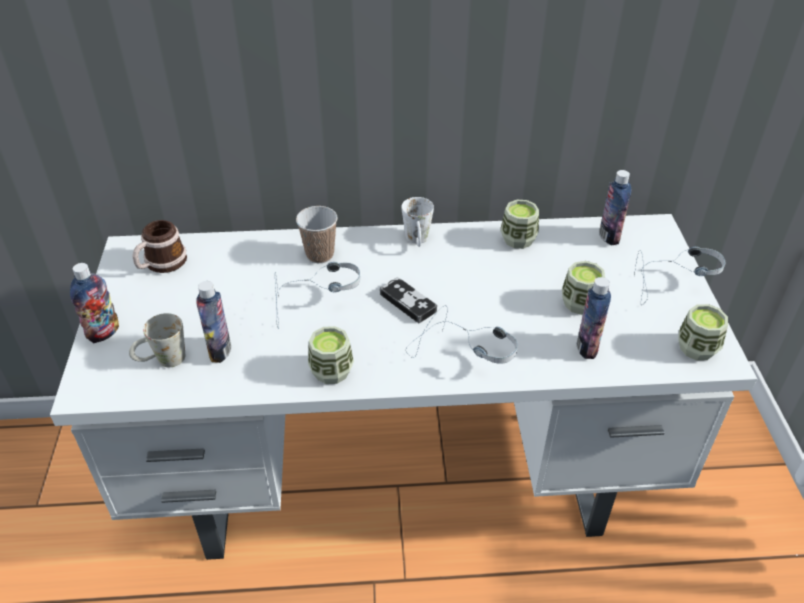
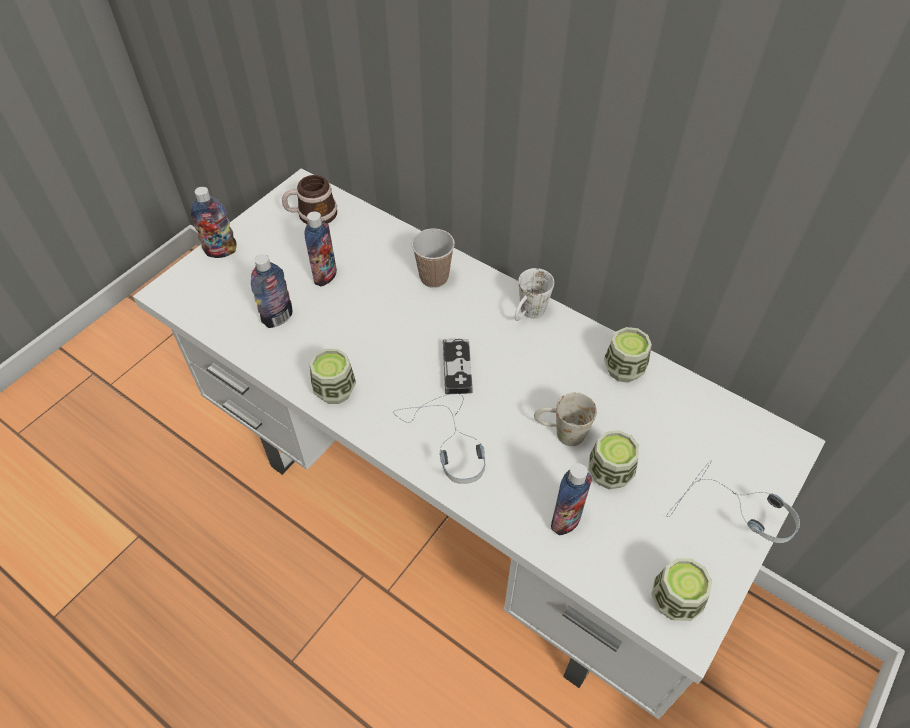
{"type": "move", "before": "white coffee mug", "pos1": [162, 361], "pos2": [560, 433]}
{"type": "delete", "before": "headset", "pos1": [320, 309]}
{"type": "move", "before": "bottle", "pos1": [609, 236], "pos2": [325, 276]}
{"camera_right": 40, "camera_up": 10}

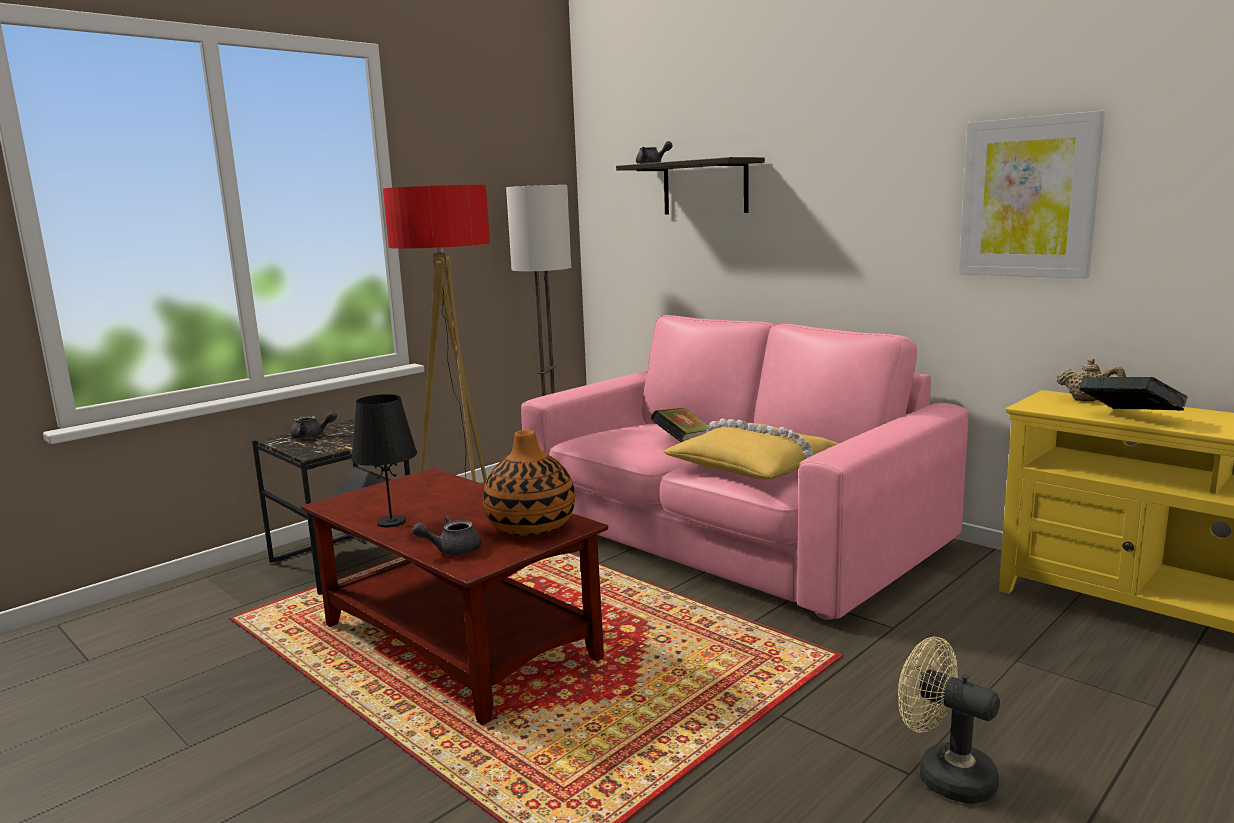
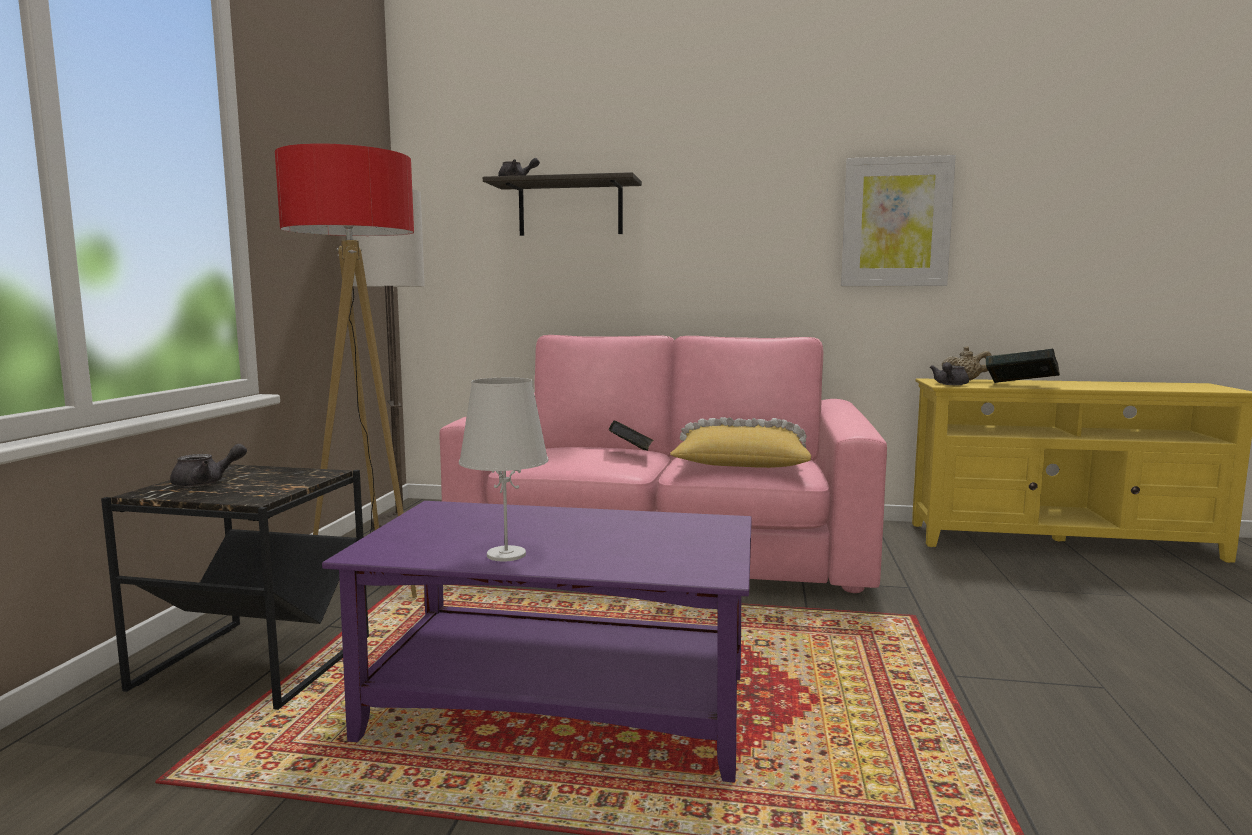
{"type": "recolor", "before": "brown-coloured lounge table", "after": "purplish lounge table", "pos1": [460, 643], "pos2": [563, 707]}
{"type": "recolor", "before": "blackish table lamp", "after": "white table lamp", "pos1": [391, 522], "pos2": [505, 555]}
{"type": "move", "before": "greyish teapot", "pos1": [452, 550], "pos2": [949, 384]}
{"type": "delete", "before": "decorative vase", "pos1": [531, 526]}
{"type": "delete", "before": "beige-coloured cooling fan", "pos1": [944, 775]}
{"camera_right": -35, "camera_up": -5}

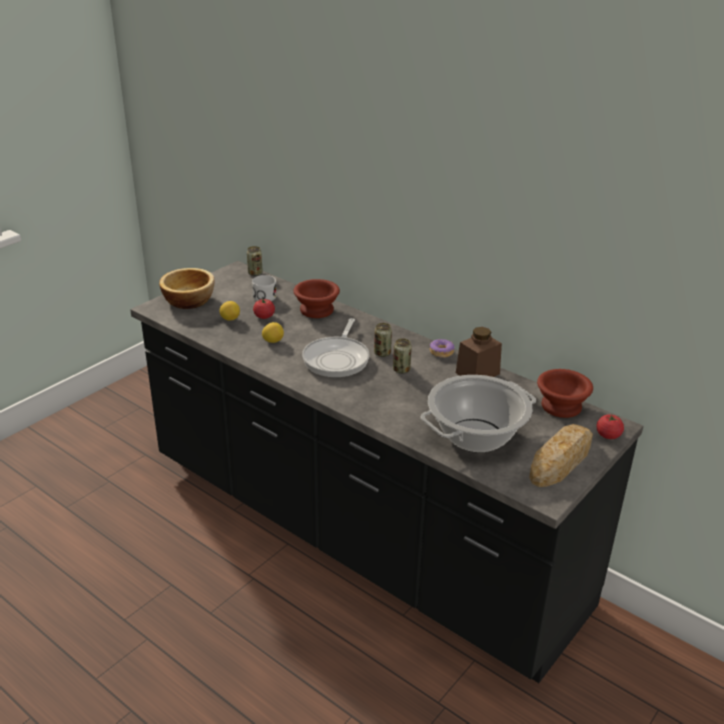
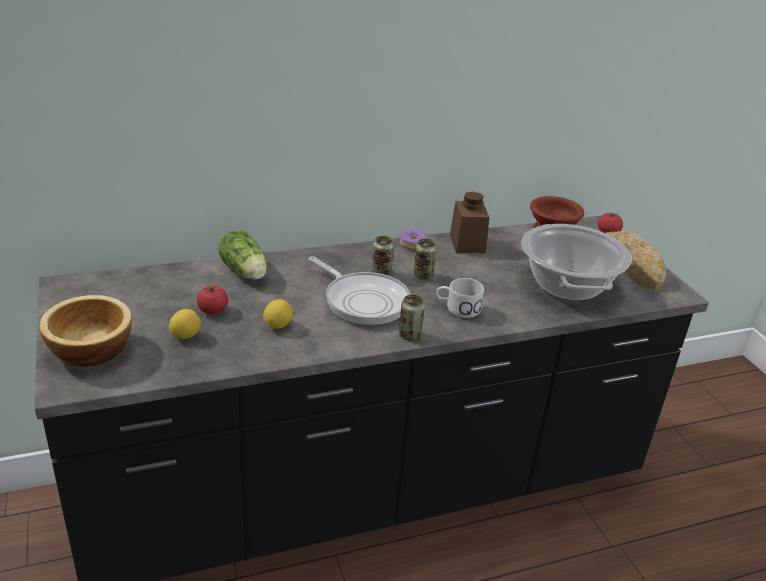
{"type": "move", "before": "sealed can", "pos1": [255, 273], "pos2": [409, 335]}
{"type": "move", "before": "white coffee mug", "pos1": [263, 295], "pos2": [457, 308]}
{"type": "replace", "before": "brown-coloured serving bowl", "after": "lettuce", "pos1": [318, 310], "pos2": [245, 272]}
{"camera_right": -60, "camera_up": 0}

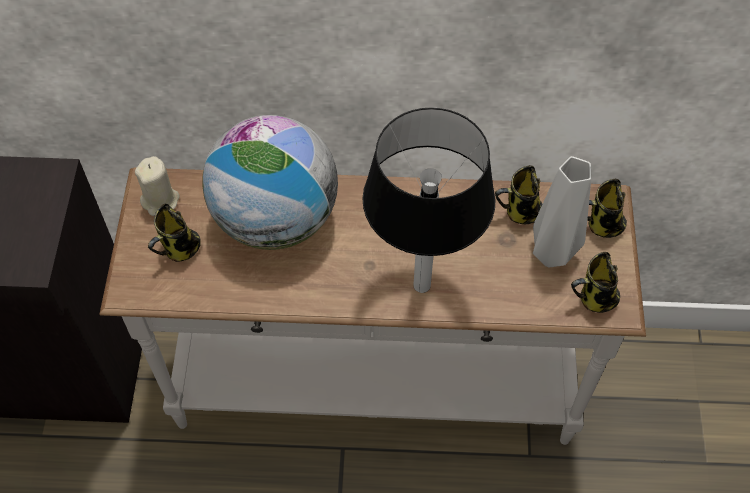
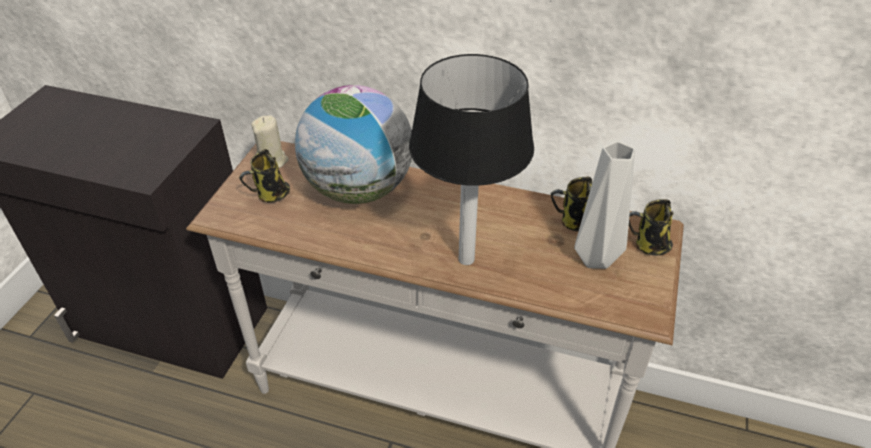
{"type": "delete", "before": "coffee mug", "pos1": [594, 298]}
{"camera_right": 15, "camera_up": -15}

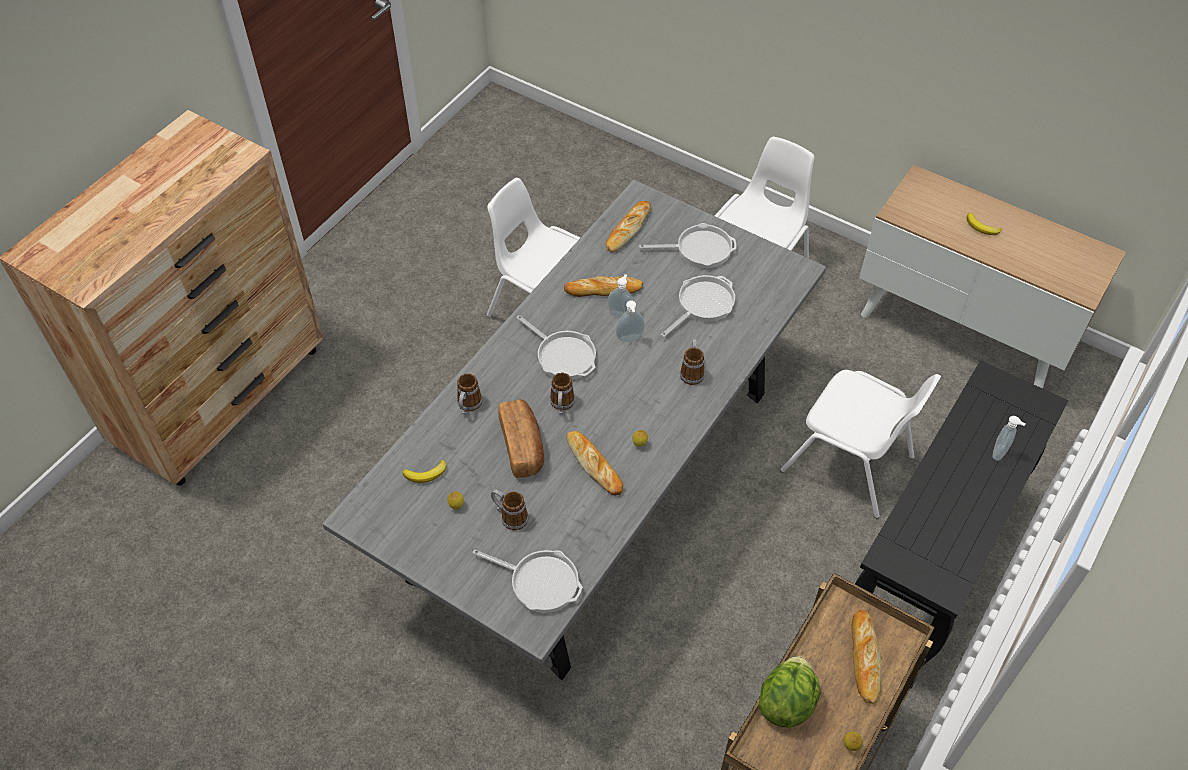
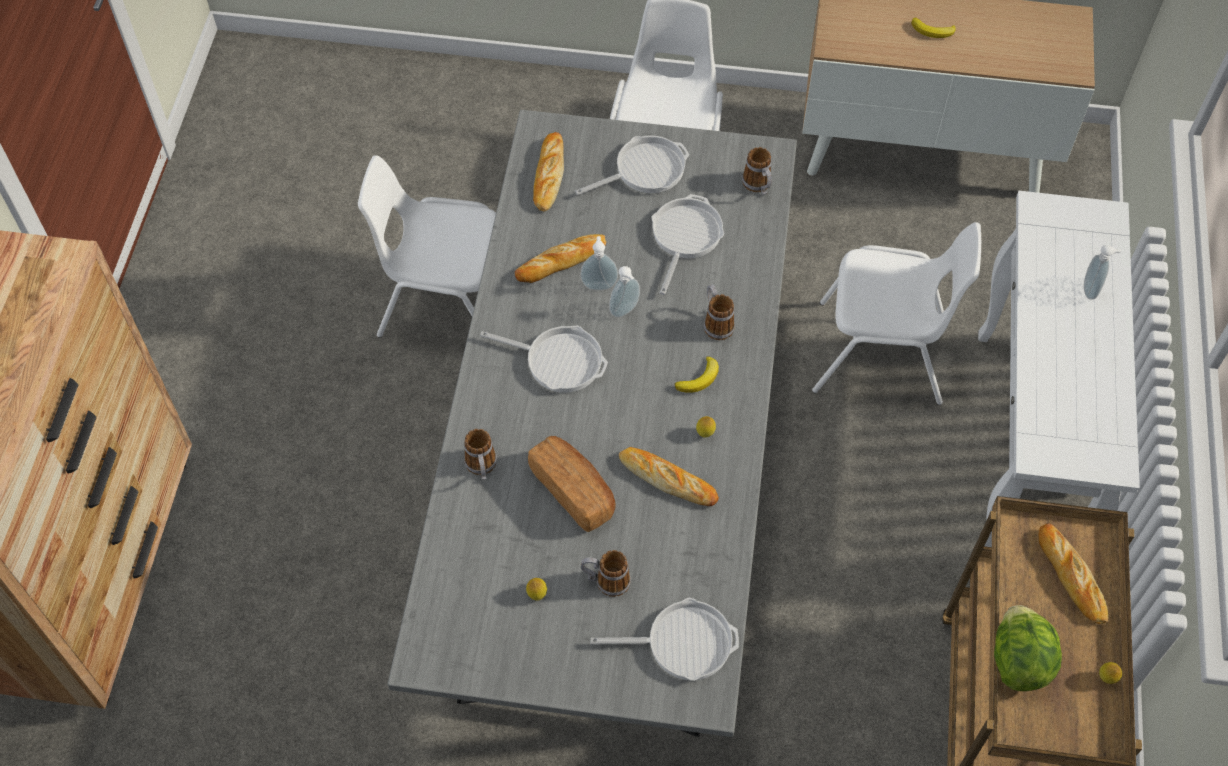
{"type": "move", "before": "whole banana", "pos1": [426, 474], "pos2": [699, 378]}
{"type": "move", "before": "coffee mug", "pos1": [562, 405], "pos2": [758, 186]}
{"type": "recolor", "before": "blackish console table", "after": "white console table", "pos1": [923, 579], "pos2": [1021, 453]}
{"camera_right": -25, "camera_up": 5}

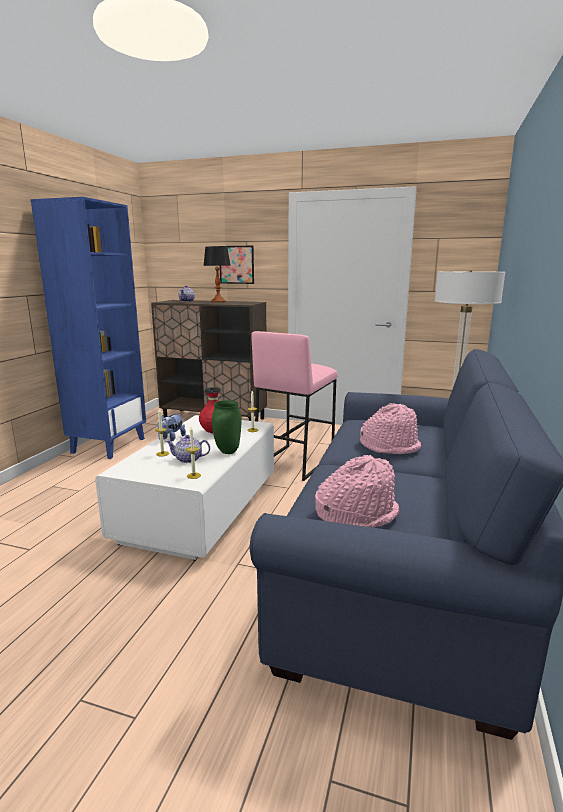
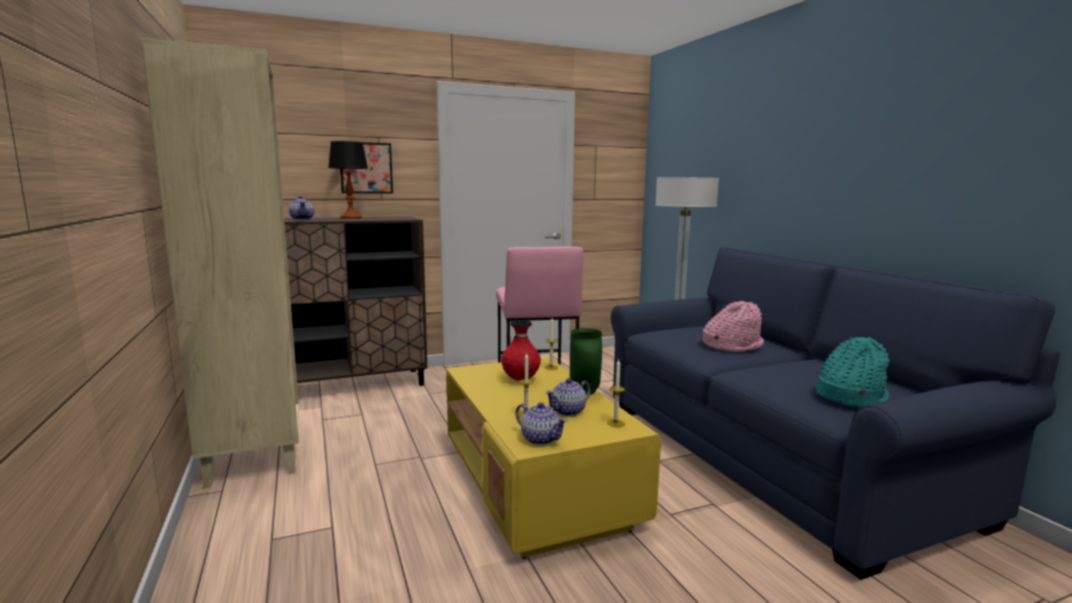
{"type": "recolor", "before": "bluish shelving unit", "after": "beige-coloured shelving unit", "pos1": [108, 445], "pos2": [253, 458]}
{"type": "recolor", "before": "white lounge table", "after": "yellow lounge table", "pos1": [200, 509], "pos2": [536, 483]}
{"type": "delete", "before": "soft toy", "pos1": [171, 438]}
{"type": "recolor", "before": "pink-coloured hat", "after": "turquoise hat", "pos1": [356, 514], "pos2": [849, 396]}
{"type": "insert", "after": "teapot", "pos2": [540, 439]}
{"camera_right": -40, "camera_up": -5}

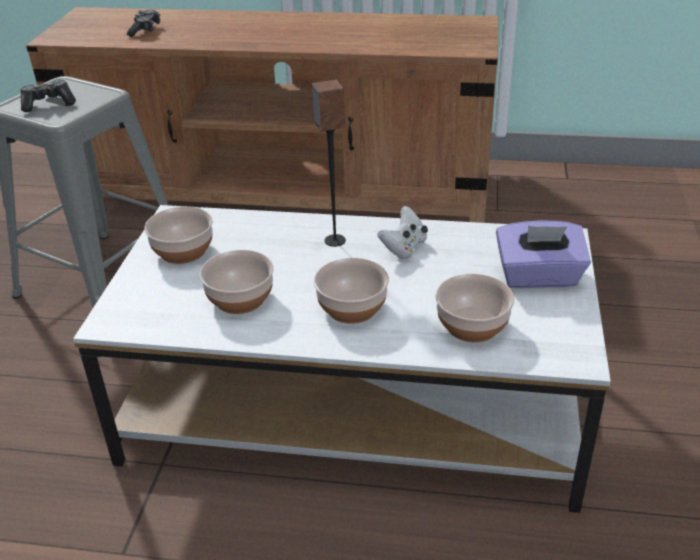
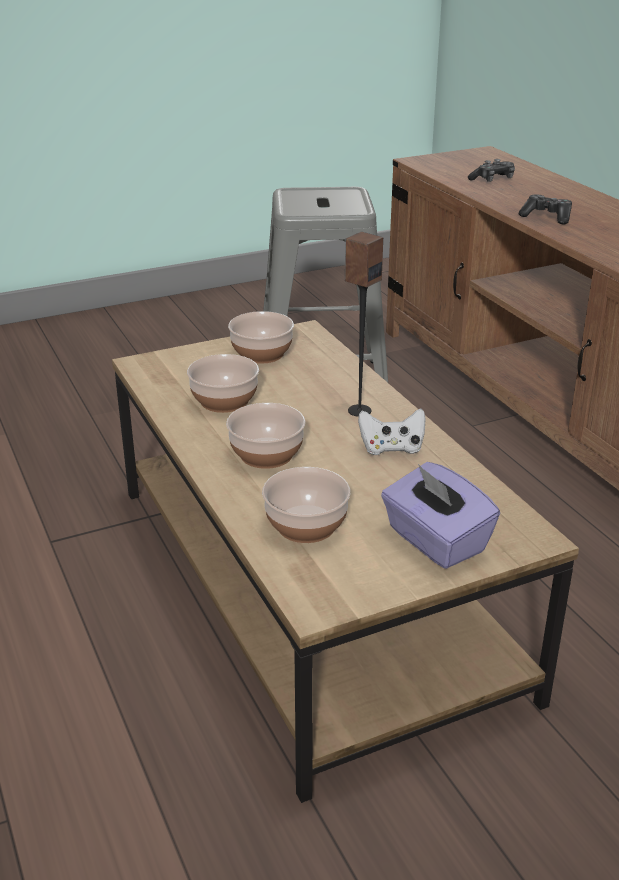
{"type": "move", "before": "gamepad", "pos1": [48, 103], "pos2": [546, 217]}
{"type": "recolor", "before": "white lounge table", "after": "brown-coloured lounge table", "pos1": [354, 403], "pos2": [311, 585]}
{"camera_right": 55, "camera_up": -5}

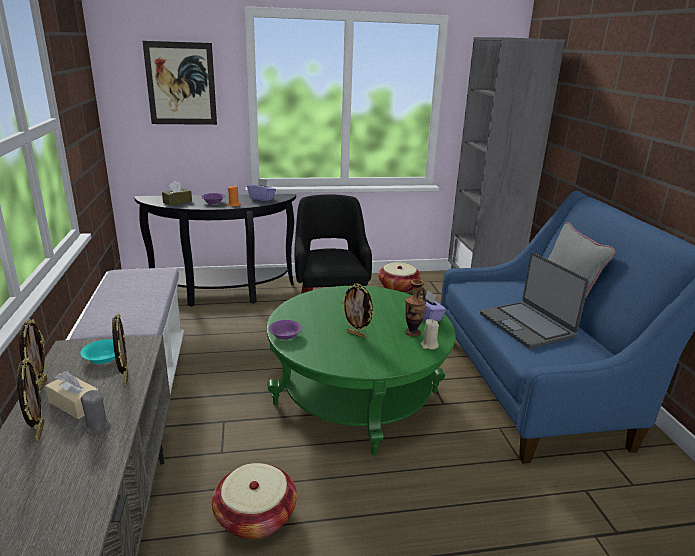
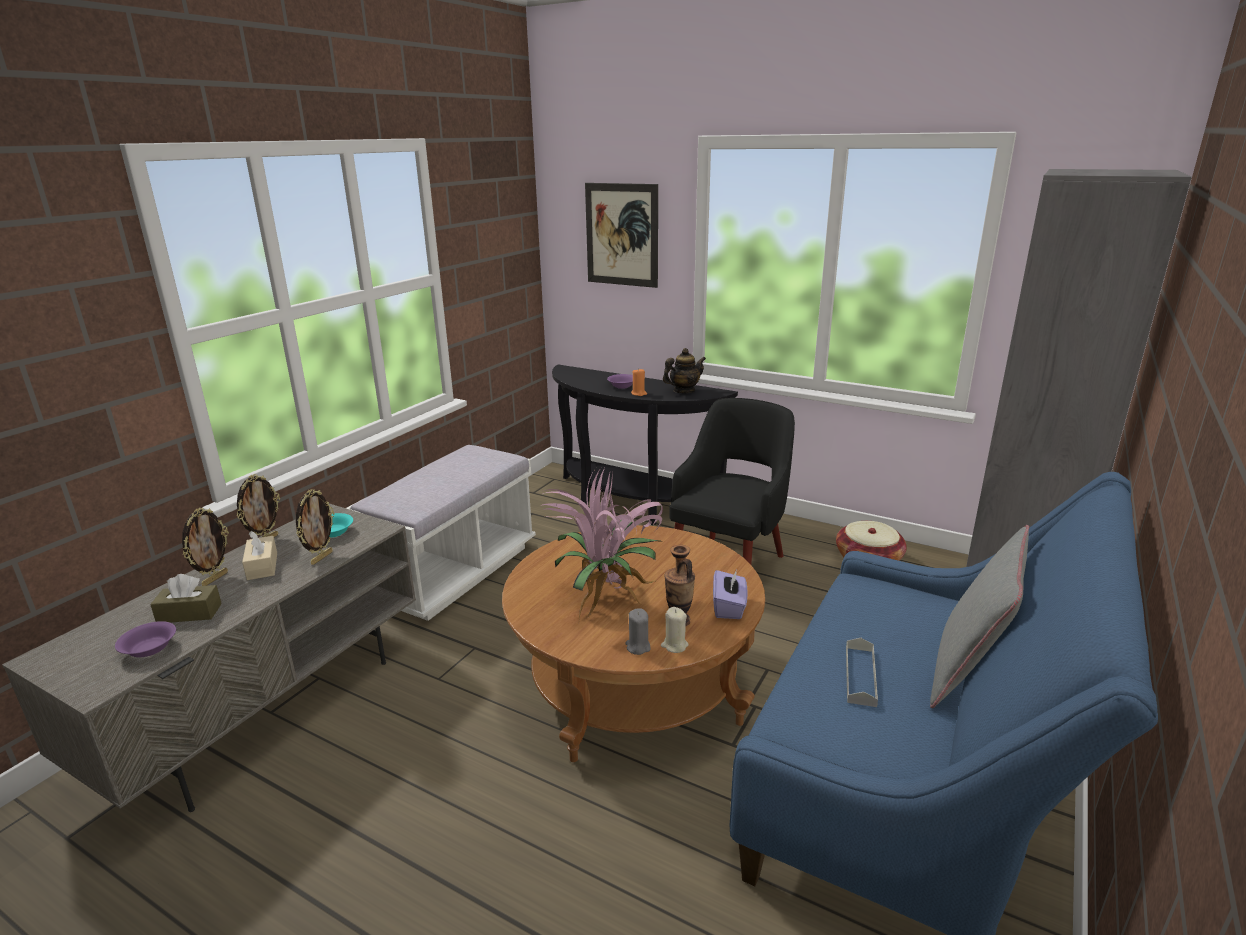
{"type": "move", "before": "greyish wax candle", "pos1": [96, 427], "pos2": [638, 647]}
{"type": "move", "before": "brown-coloured tissue holder", "pos1": [177, 202], "pos2": [189, 613]}
{"type": "delete", "before": "household basket", "pos1": [255, 516]}
{"type": "replace", "before": "purplish tissue holder", "after": "teapot", "pos1": [262, 198], "pos2": [684, 391]}
{"type": "recolor", "before": "green lounge table", "after": "brown-coloured lounge table", "pos1": [357, 398], "pos2": [634, 686]}
{"type": "move", "before": "purplish serving bowl", "pos1": [285, 336], "pos2": [149, 649]}
{"type": "replace", "before": "picture frame", "after": "potted plant", "pos1": [356, 334], "pos2": [609, 597]}
{"type": "replace", "before": "laptop", "after": "greyish tray", "pos1": [526, 325], "pos2": [860, 675]}
{"camera_right": 40, "camera_up": 0}

